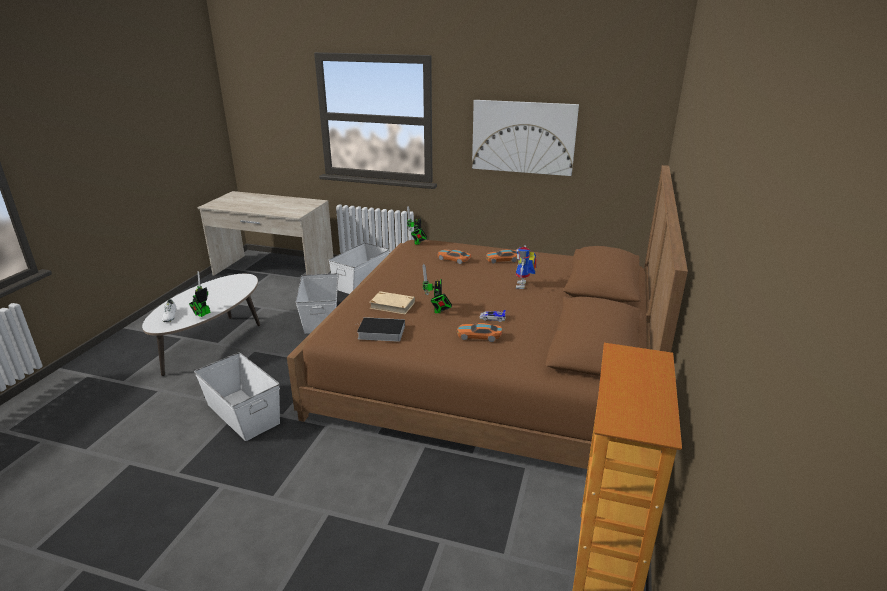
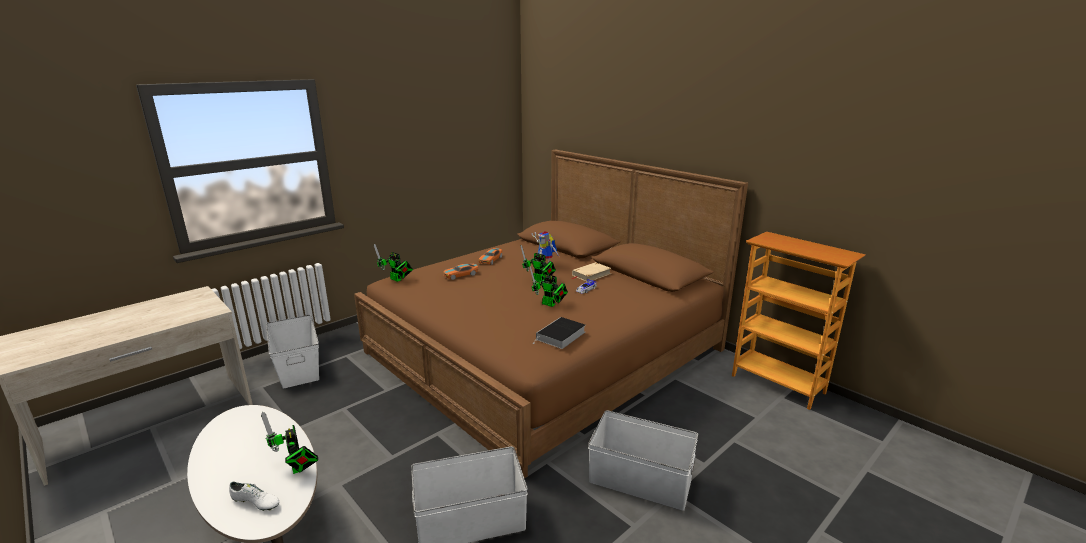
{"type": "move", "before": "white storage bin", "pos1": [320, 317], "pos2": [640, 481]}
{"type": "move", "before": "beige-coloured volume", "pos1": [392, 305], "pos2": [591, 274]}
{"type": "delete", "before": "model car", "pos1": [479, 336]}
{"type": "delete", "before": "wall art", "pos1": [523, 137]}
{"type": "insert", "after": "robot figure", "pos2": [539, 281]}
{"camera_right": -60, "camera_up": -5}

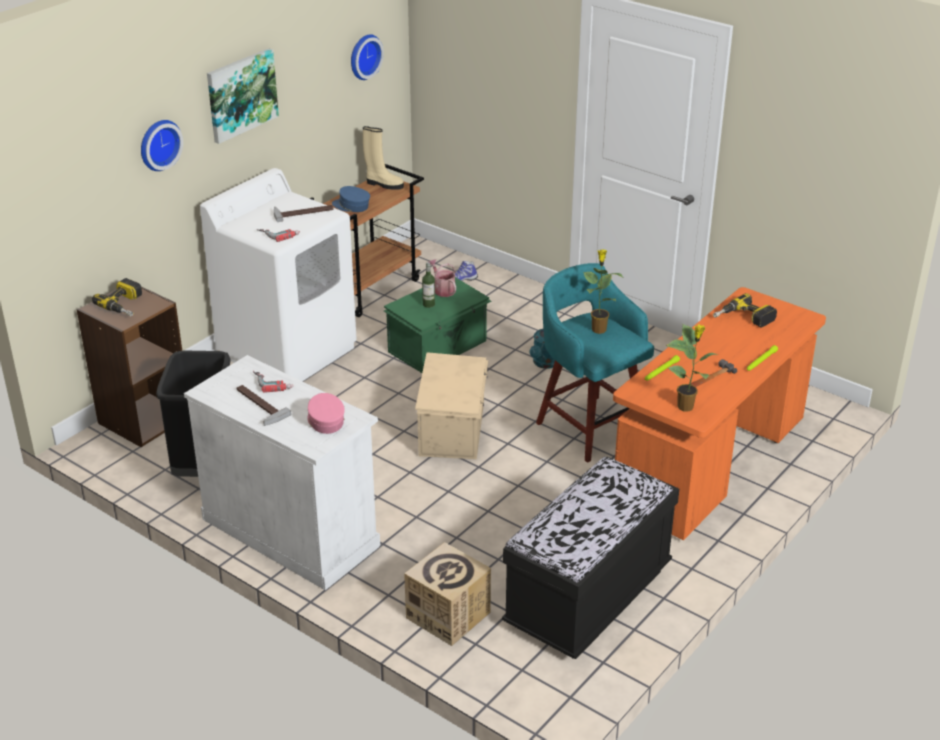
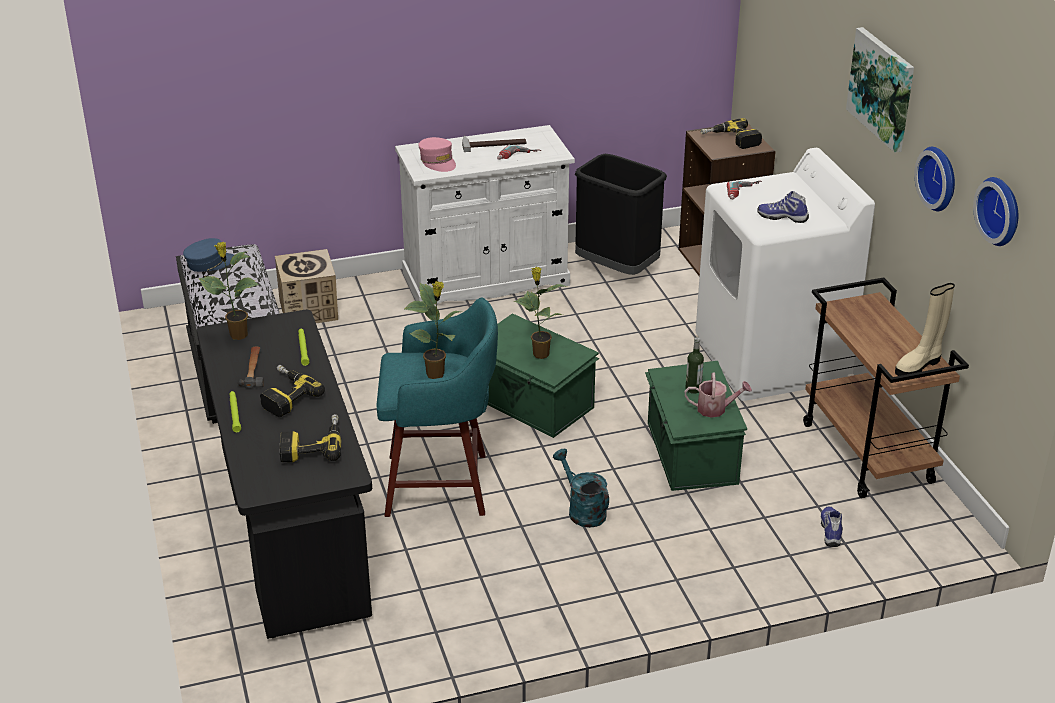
{"type": "move", "before": "wall clock", "pos1": [158, 144], "pos2": [940, 178]}
{"type": "replace", "before": "hammer", "after": "shoe", "pos1": [303, 212], "pos2": [782, 217]}
{"type": "rotate", "before": "pink-coloured peaked cap", "pos1": [325, 420], "pos2": [438, 161], "turn": 45}
{"type": "move", "before": "bluish peaked cap", "pos1": [351, 206], "pos2": [209, 263]}
{"type": "recolor", "before": "beige-coloured storage bin", "after": "green storage bin", "pos1": [453, 428], "pos2": [532, 403]}
{"type": "recolor", "before": "orange desk table", "after": "blackish desk table", "pos1": [711, 464], "pos2": [291, 531]}
{"type": "insert", "after": "drill", "pos2": [284, 396]}
{"type": "insert", "after": "potted plant", "pos2": [540, 354]}
{"camera_right": 125, "camera_up": 0}

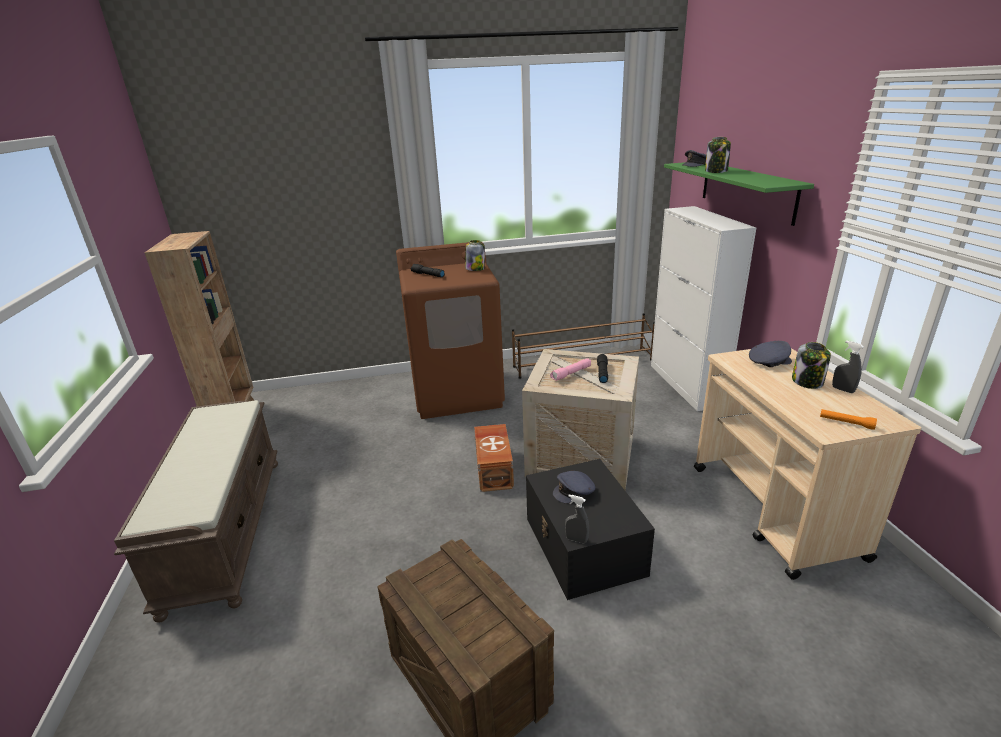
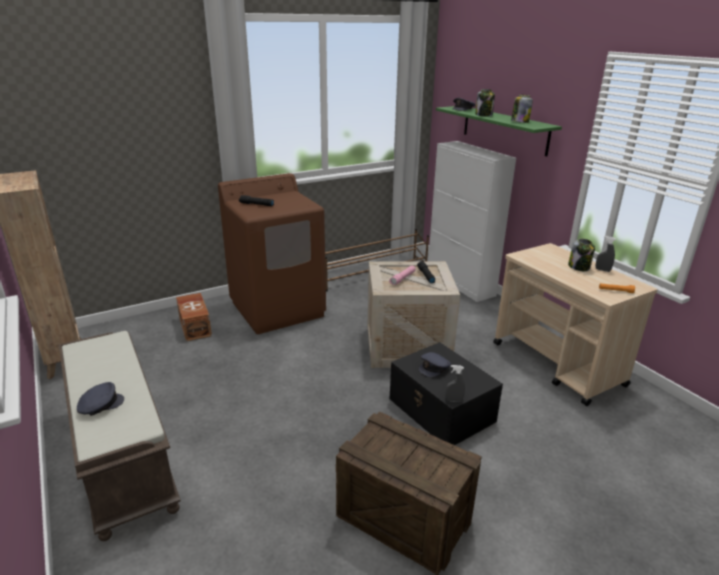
{"type": "move", "before": "jar", "pos1": [475, 269], "pos2": [519, 122]}
{"type": "move", "before": "brown-coloured storage bin", "pos1": [495, 469], "pos2": [195, 326]}
{"type": "move", "before": "greyish peaked cap", "pos1": [769, 361], "pos2": [100, 405]}
{"camera_right": -20, "camera_up": 0}

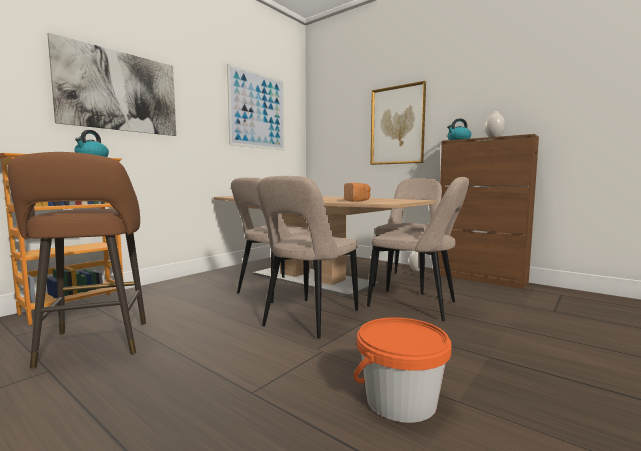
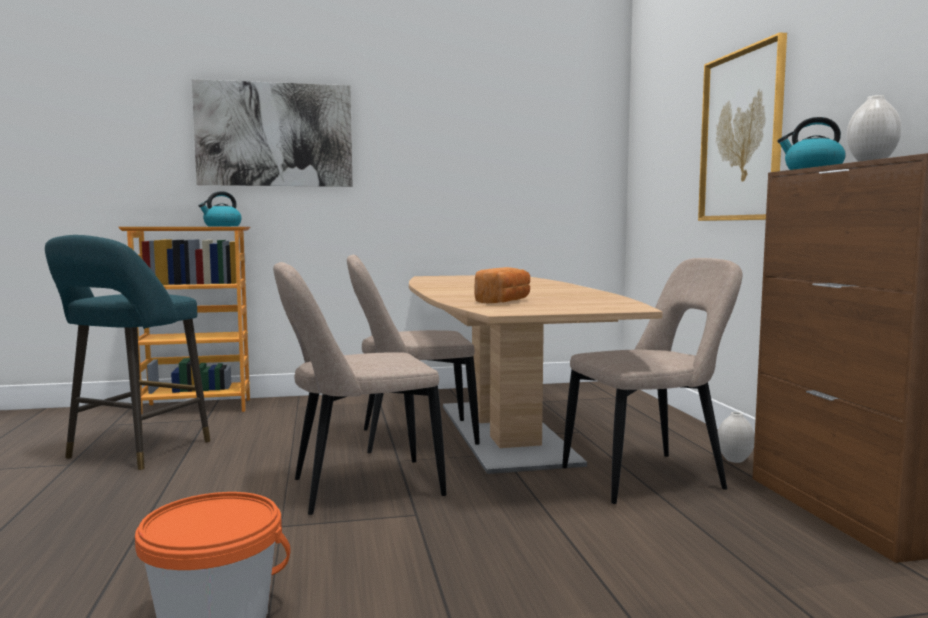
{"type": "recolor", "before": "brown-coloured stool seat", "after": "turquoise stool seat", "pos1": [93, 346], "pos2": [134, 452]}
{"type": "delete", "before": "wall art", "pos1": [258, 111]}
{"type": "delete", "before": "beige-coloured chair", "pos1": [416, 306]}
{"camera_right": 40, "camera_up": 0}

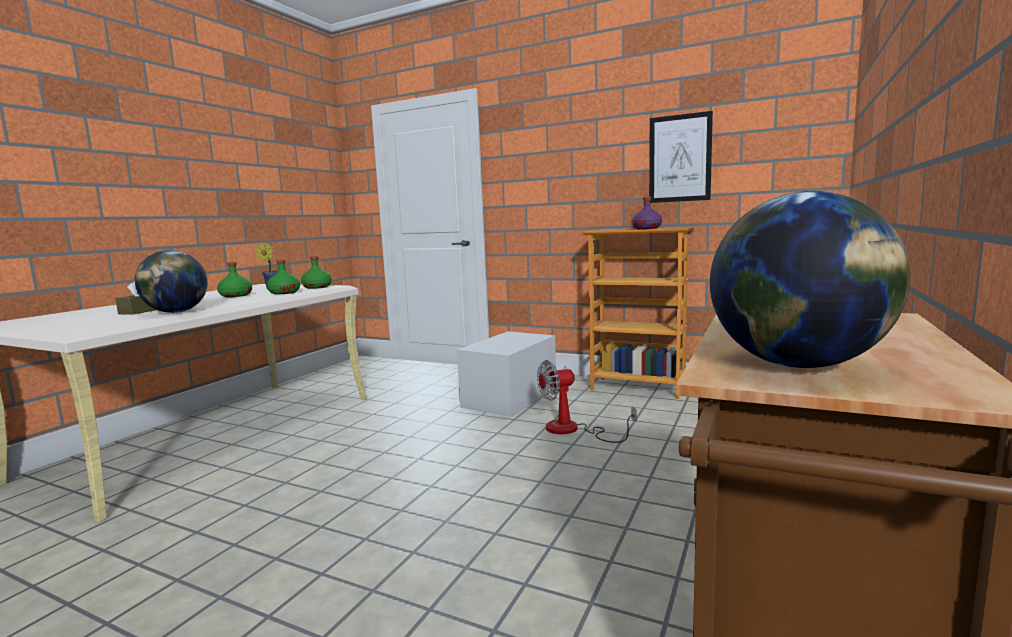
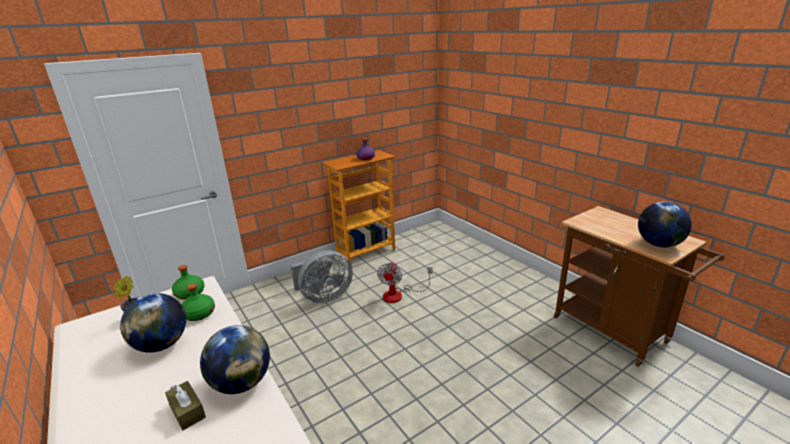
{"type": "replace", "before": "green bottle", "after": "world globe", "pos1": [235, 296], "pos2": [162, 345]}
{"type": "replace", "before": "white storage bin", "after": "greyish cooling fan", "pos1": [510, 397], "pos2": [324, 297]}
{"type": "delete", "before": "wall art", "pos1": [680, 158]}
{"camera_right": -60, "camera_up": 15}

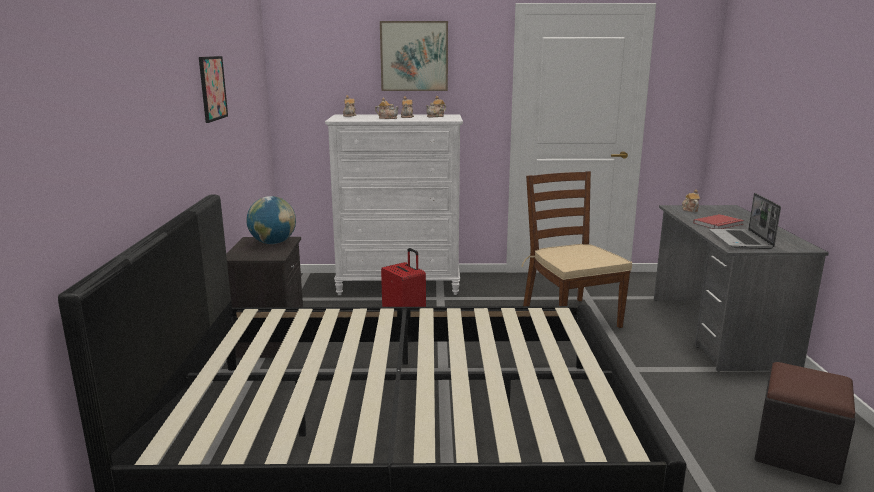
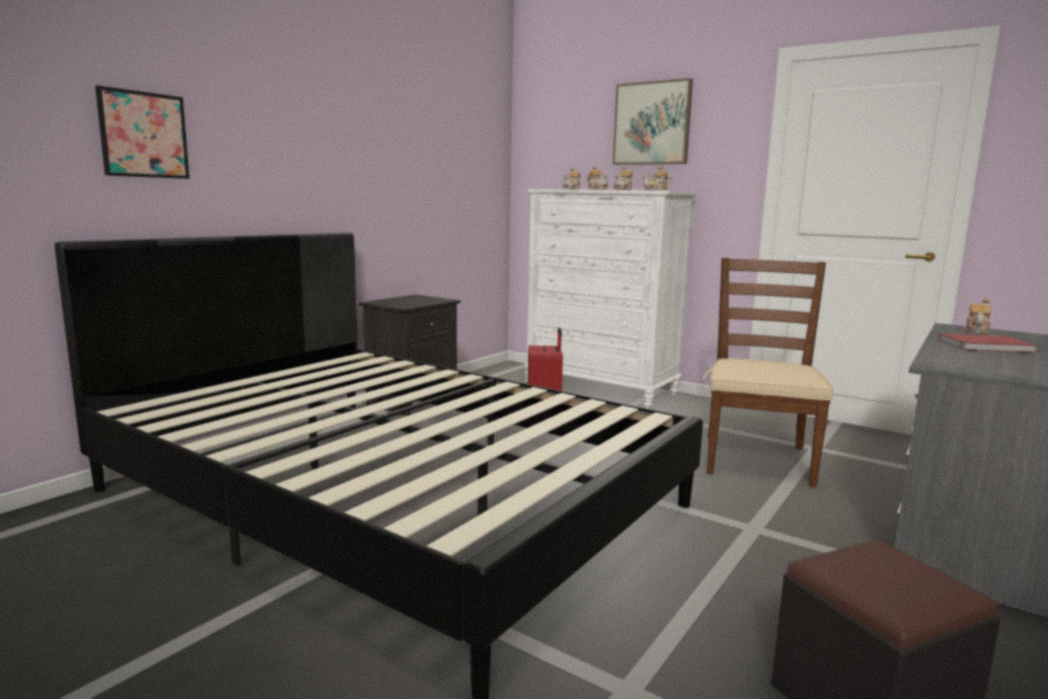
{"type": "move", "before": "wall art", "pos1": [212, 88], "pos2": [144, 135]}
{"type": "delete", "before": "world globe", "pos1": [273, 243]}
{"type": "delete", "before": "laptop", "pos1": [741, 240]}
{"camera_right": 35, "camera_up": -5}

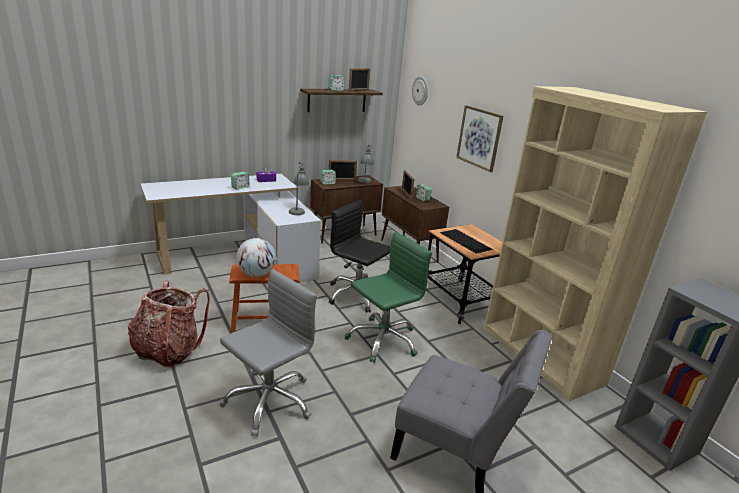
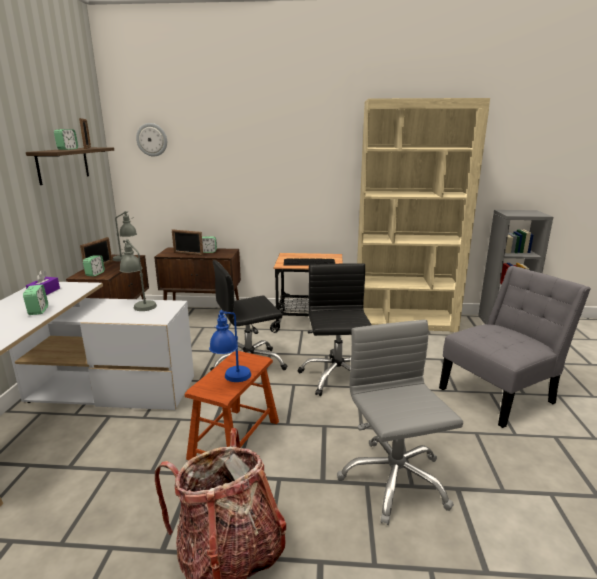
{"type": "replace", "before": "world globe", "after": "bluish table lamp", "pos1": [256, 274], "pos2": [232, 381]}
{"type": "recolor", "before": "green computer chair", "after": "blackish computer chair", "pos1": [383, 340], "pos2": [337, 376]}
{"type": "delete", "before": "wall art", "pos1": [479, 138]}
{"camera_right": -55, "camera_up": -5}

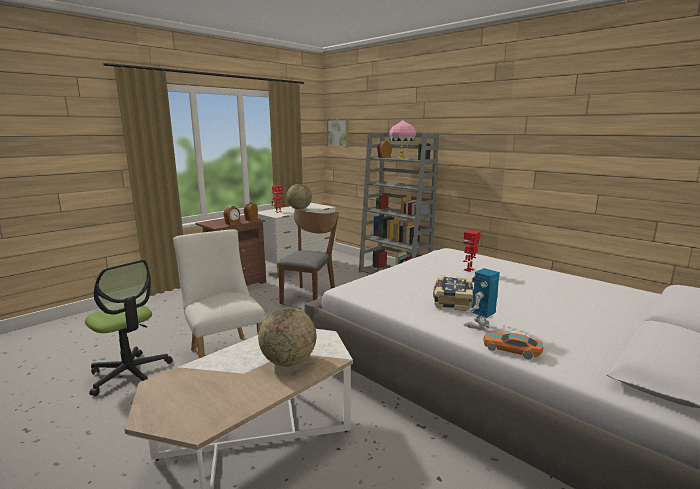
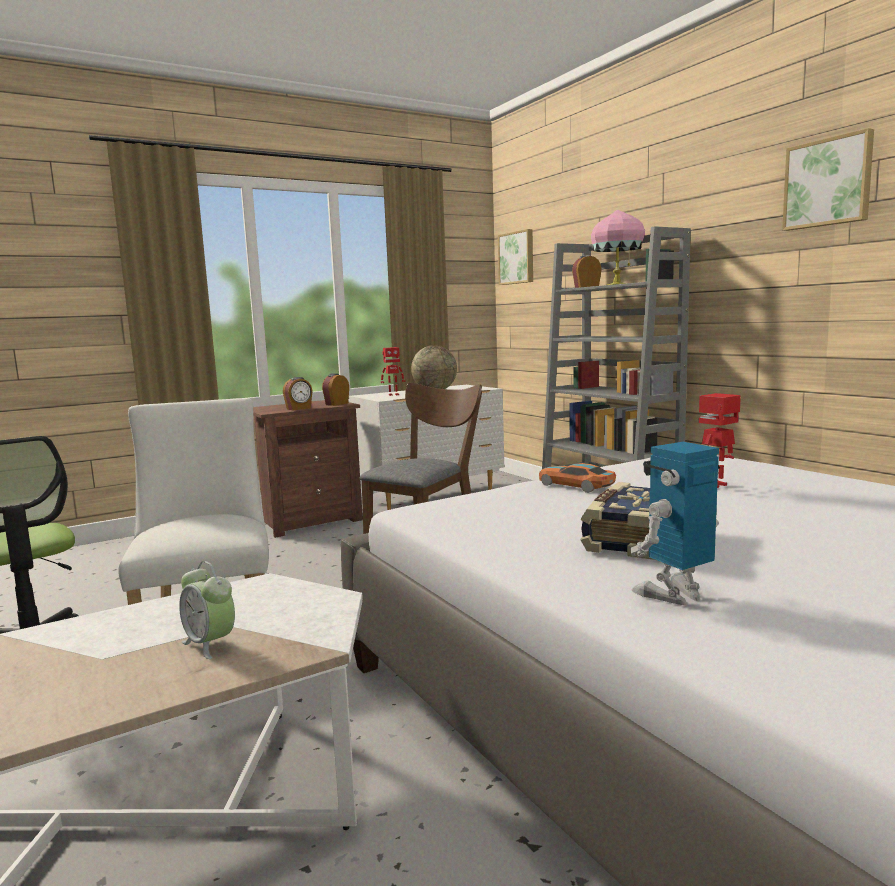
{"type": "replace", "before": "world globe", "after": "table clock", "pos1": [288, 361], "pos2": [210, 644]}
{"type": "move", "before": "model car", "pos1": [511, 349], "pos2": [576, 485]}
{"type": "insert", "after": "wall art", "pos2": [828, 183]}
{"camera_right": 15, "camera_up": -5}

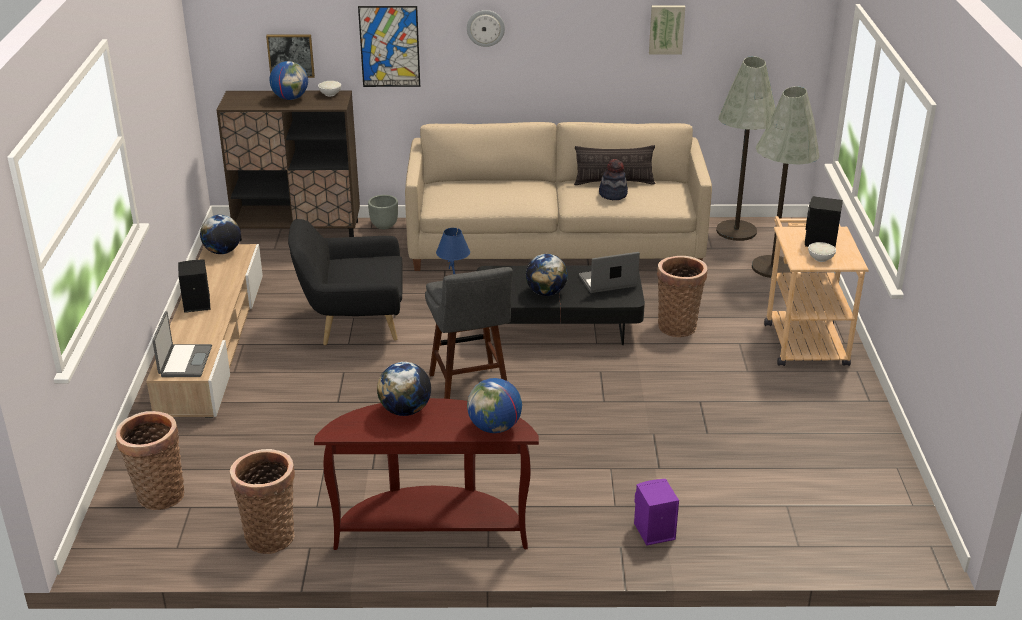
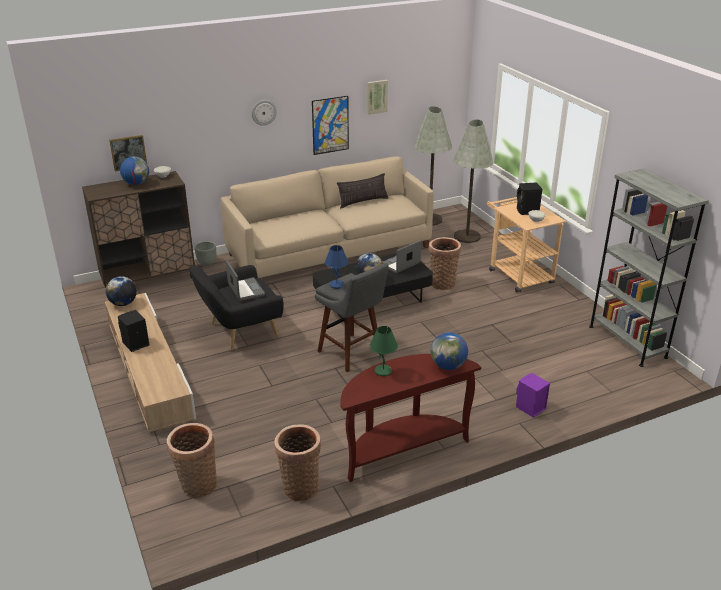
{"type": "move", "before": "laptop", "pos1": [184, 362], "pos2": [245, 290]}
{"type": "move", "before": "wall art", "pos1": [389, 46], "pos2": [330, 125]}
{"type": "replace", "before": "world globe", "after": "green table lamp", "pos1": [405, 410], "pos2": [383, 371]}
{"type": "delete", "before": "hat", "pos1": [613, 194]}
{"type": "insert", "after": "greyish shelving unit", "pos2": [627, 341]}
{"camera_right": -25, "camera_up": 0}

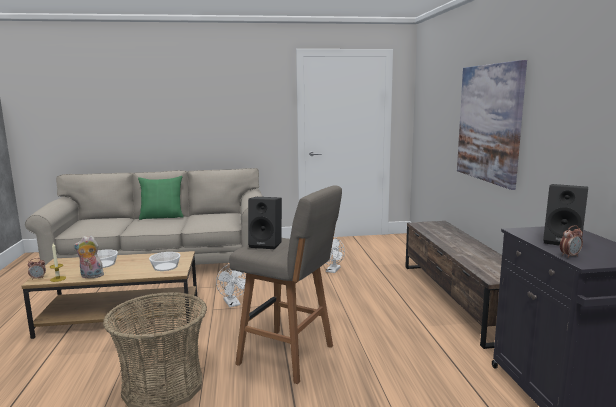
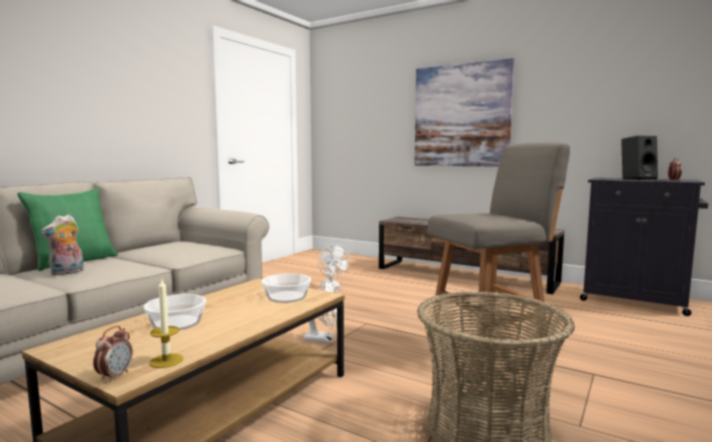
{"type": "move", "before": "soft toy", "pos1": [91, 276], "pos2": [67, 273]}
{"type": "delete", "before": "blackish audio speaker", "pos1": [267, 244]}
{"camera_right": -50, "camera_up": -5}

